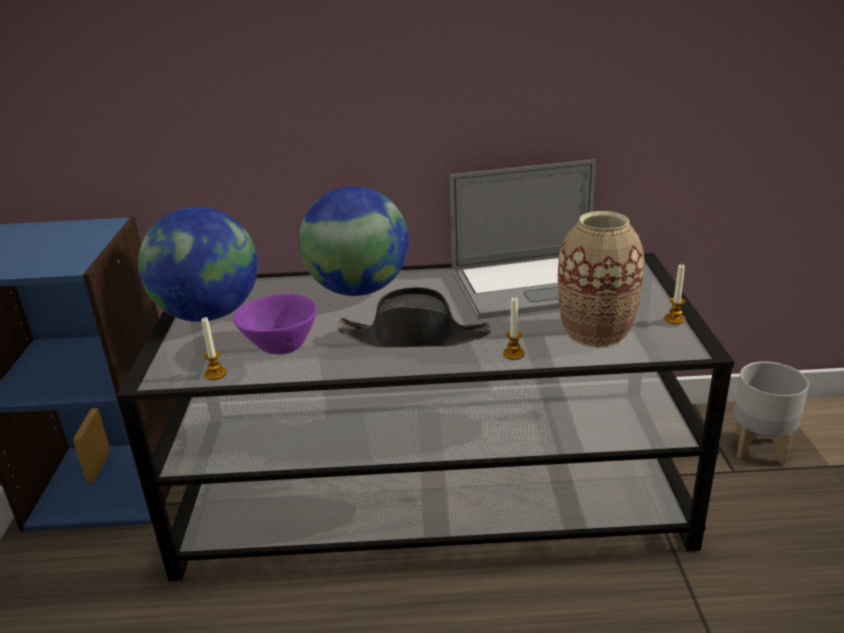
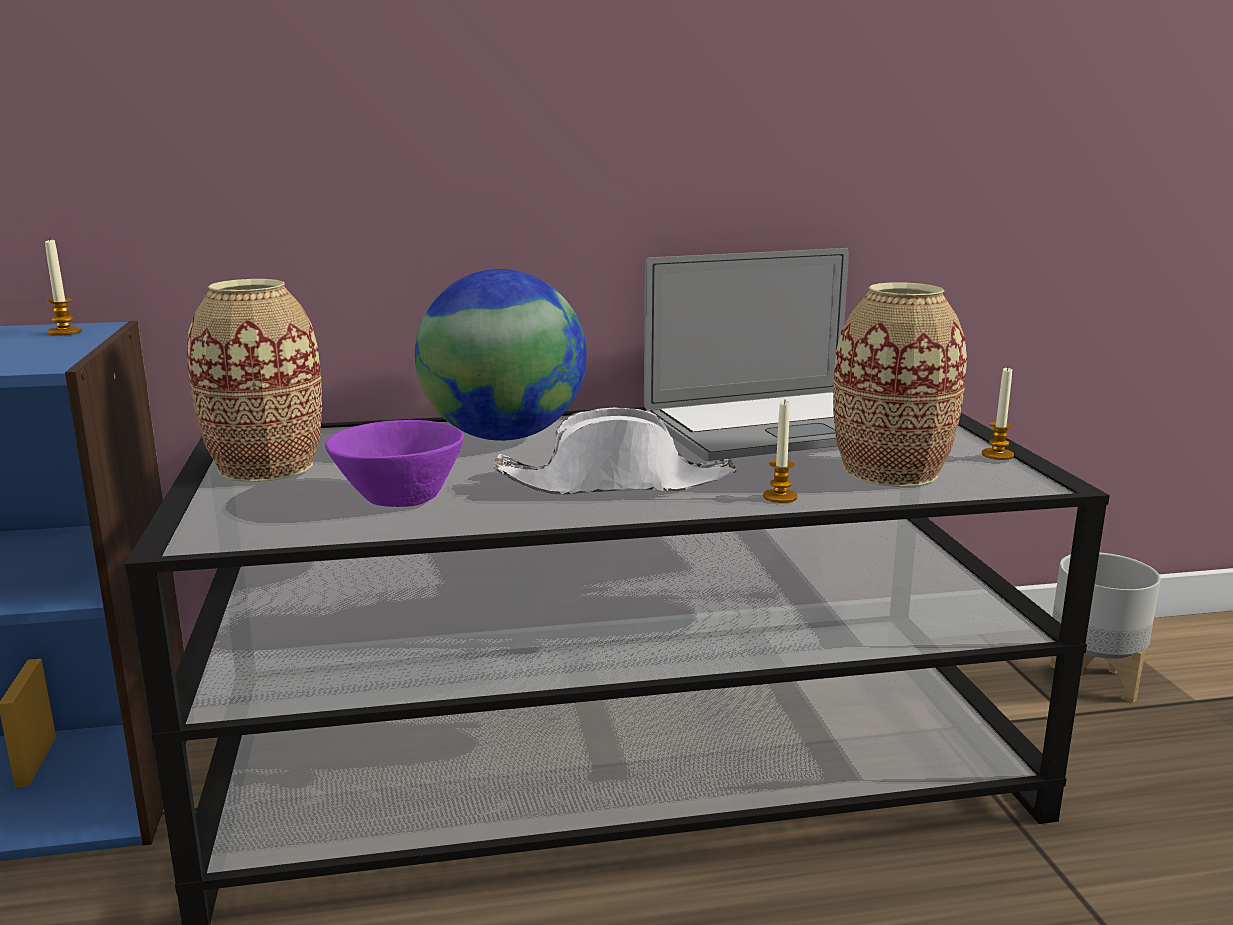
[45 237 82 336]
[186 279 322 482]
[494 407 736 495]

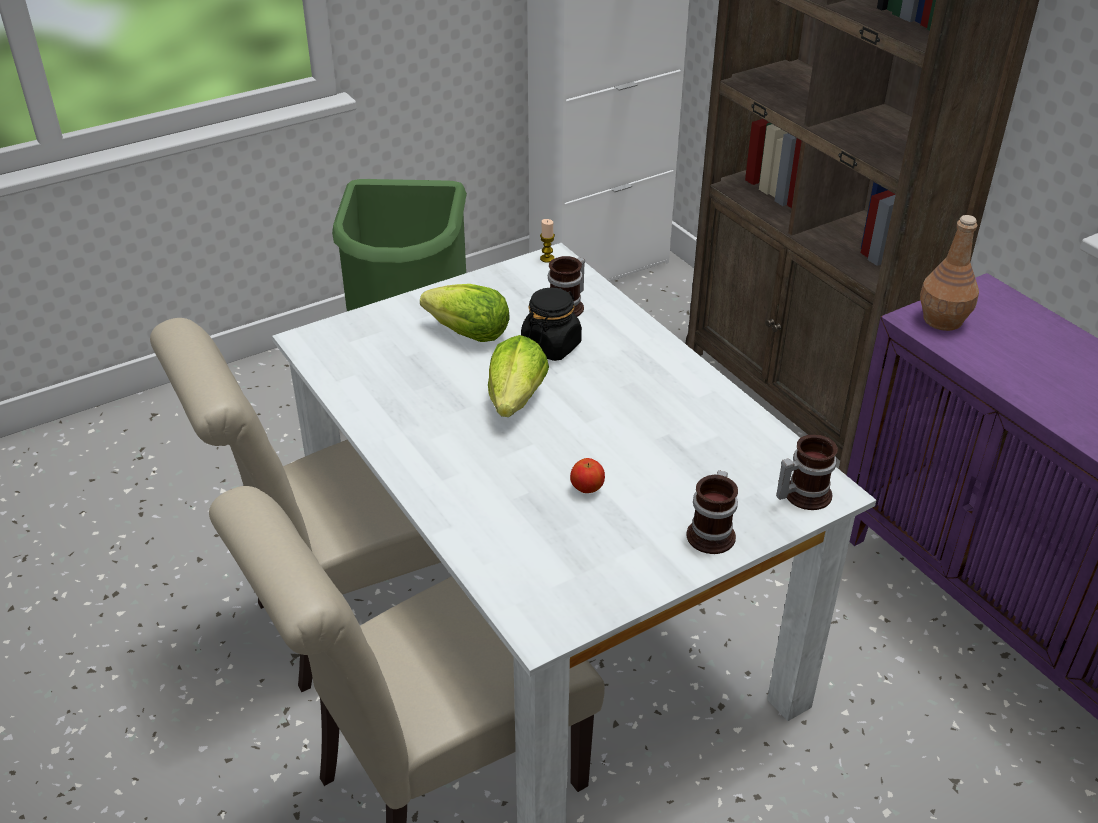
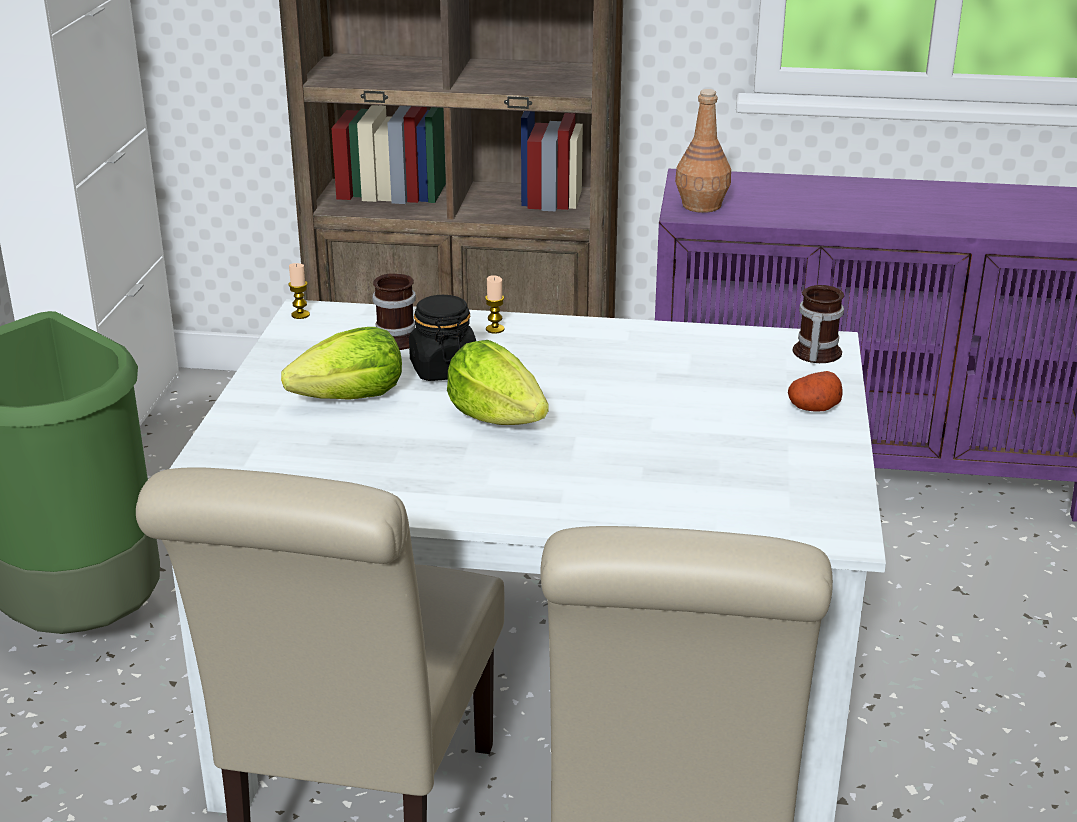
[570 458 605 493] (first image)
[485 275 505 334]
[788 371 843 411]

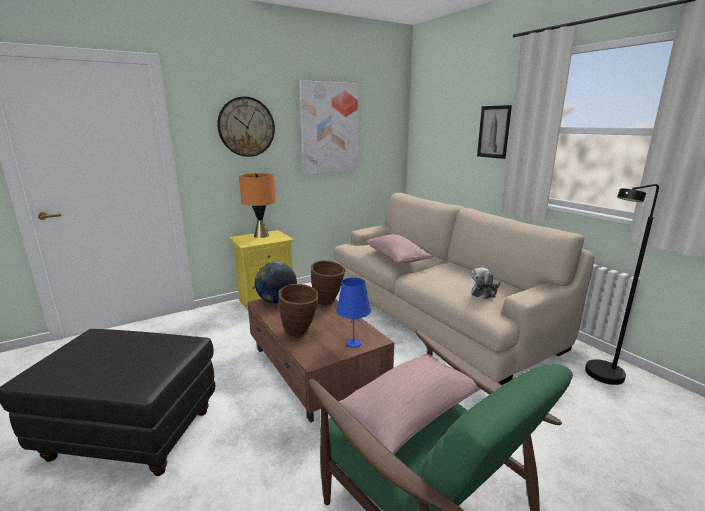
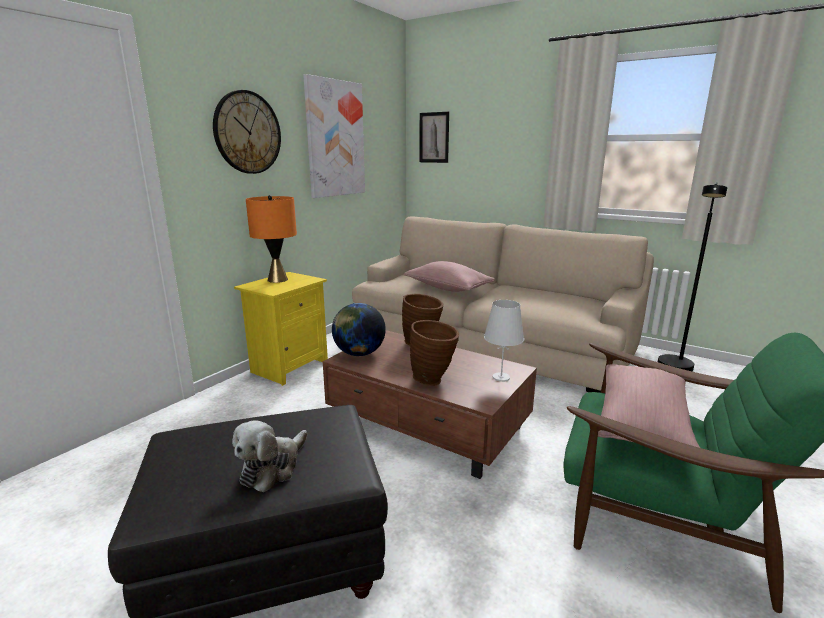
[232 420 307 492]
[419 112 449 163]
[484 300 524 382]

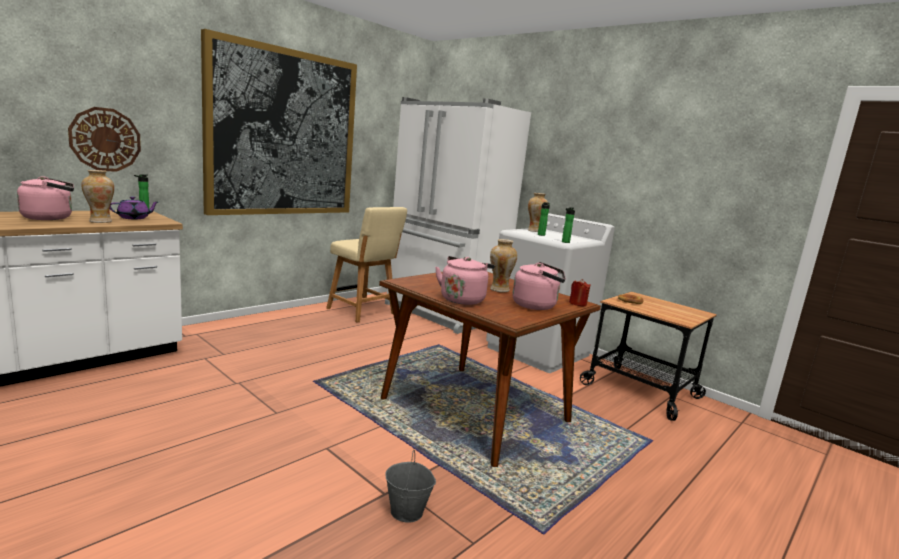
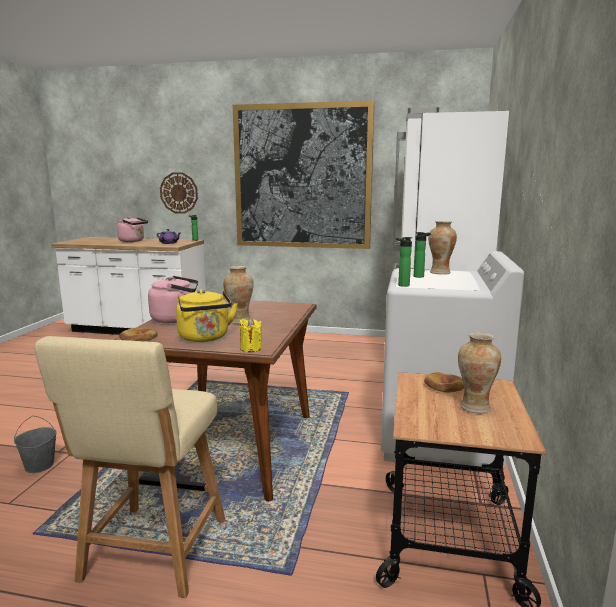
[119 327 158 341]
[458 332 501 413]
[35 336 225 598]
[176 289 238 342]
[239 318 262 352]

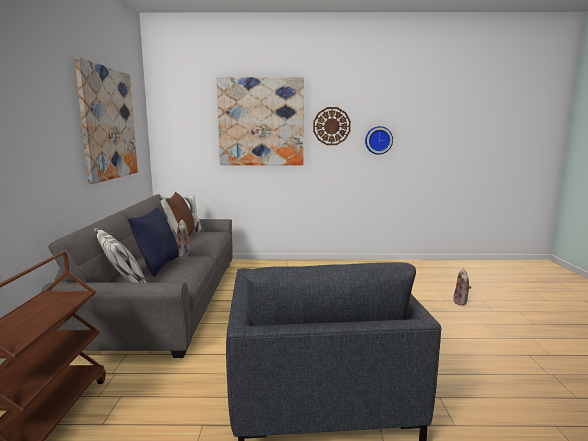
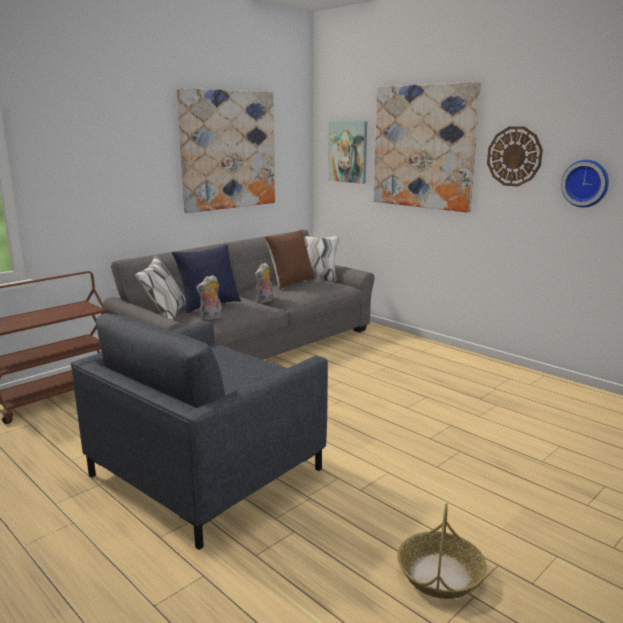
[328 121 367 184]
[397 503 487 599]
[196 275 222 320]

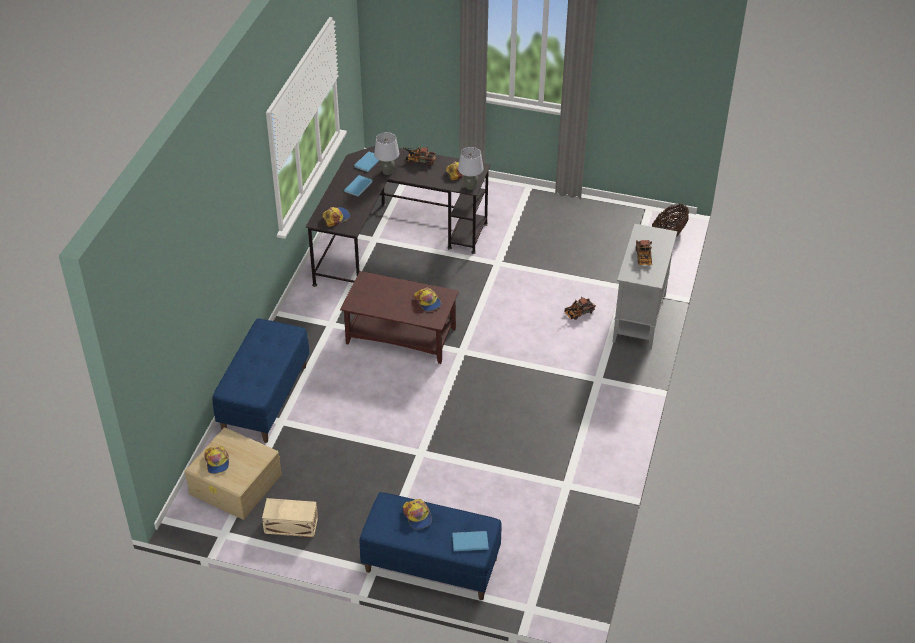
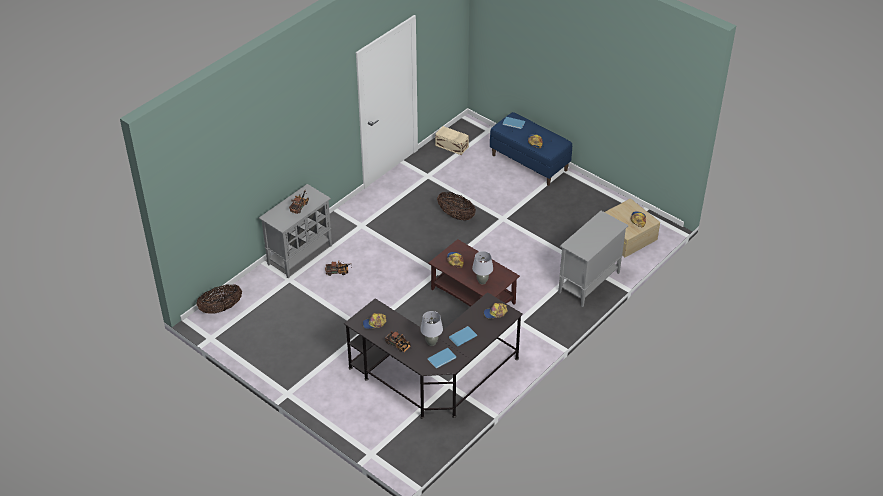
[437 192 476 221]
[435 126 469 155]
[472 251 493 285]
[558 211 629 307]

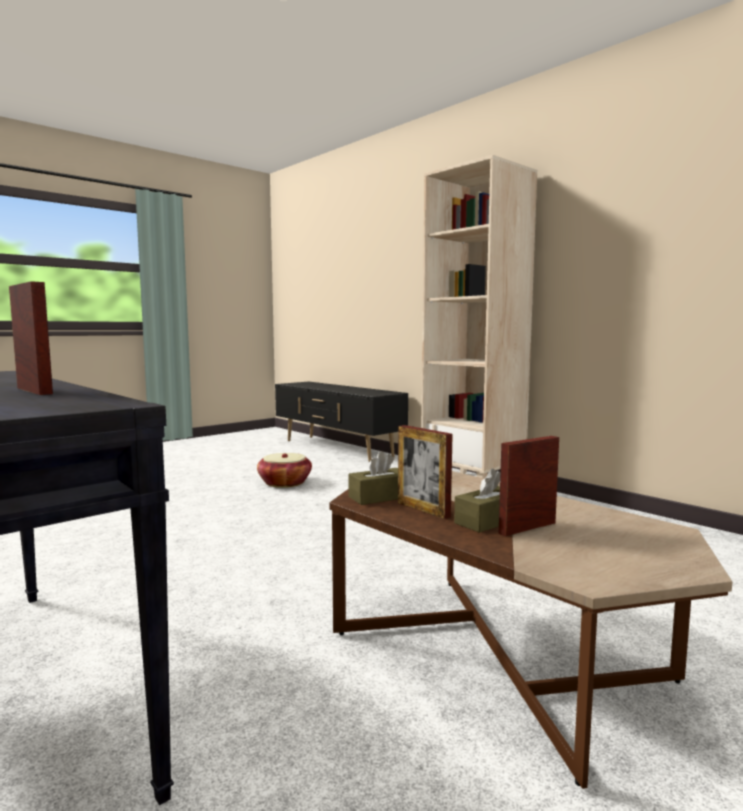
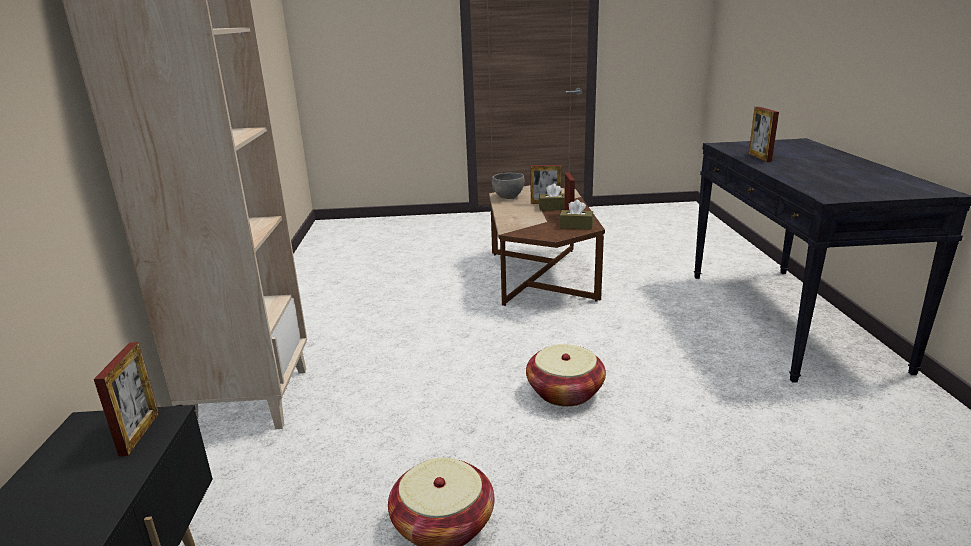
[94 342 159 456]
[492 173 524 199]
[526 344 606 407]

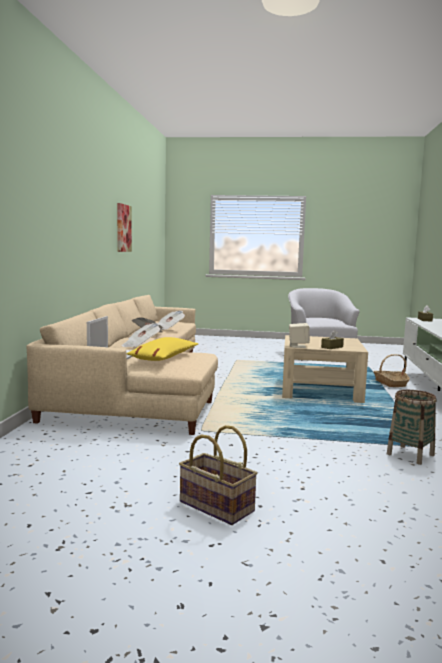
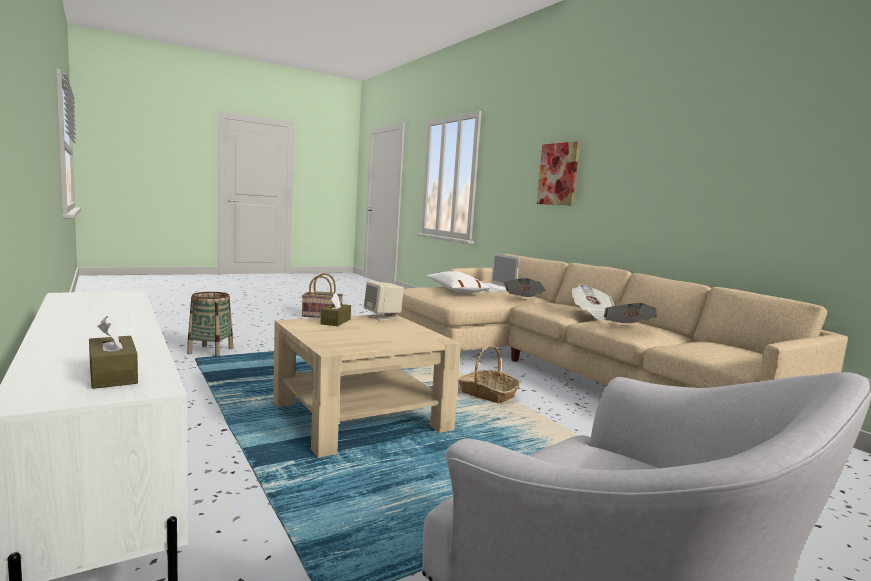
[537 141 580 206]
[458 345 520 403]
[426 271 490 293]

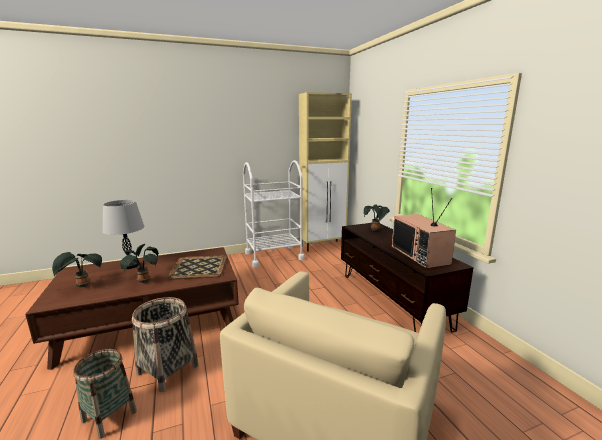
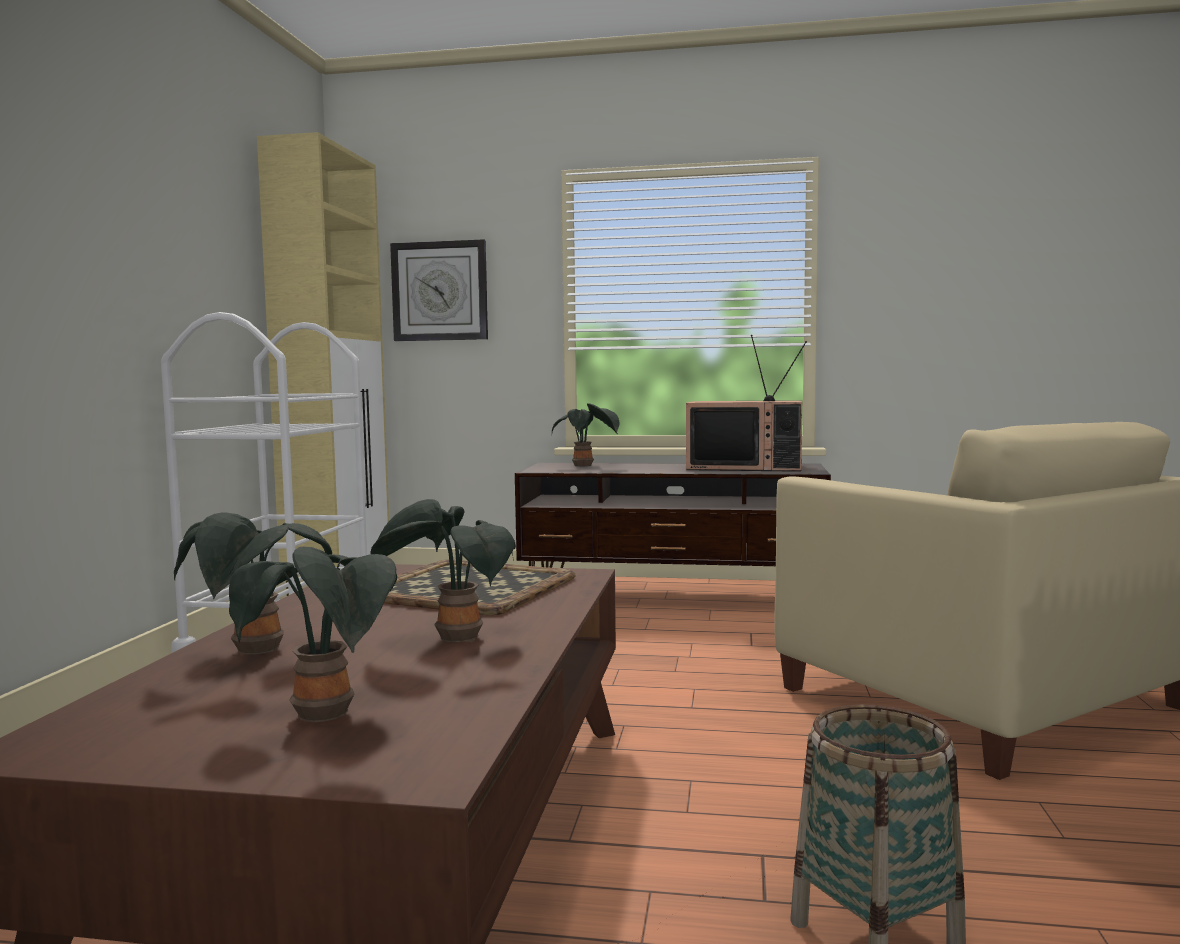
[132 297 199 392] (first image)
[390 239 488 341]
[174 513 332 655]

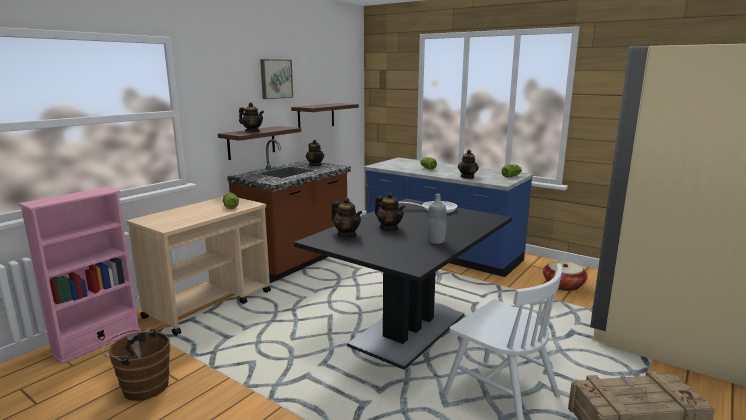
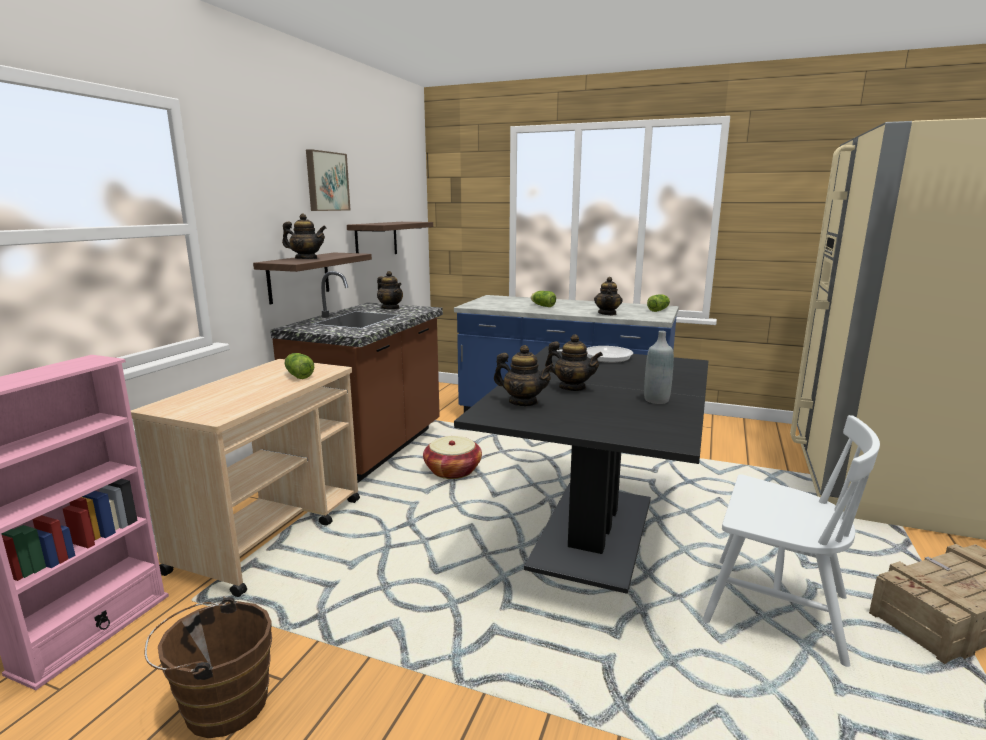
[423 436 482 479]

